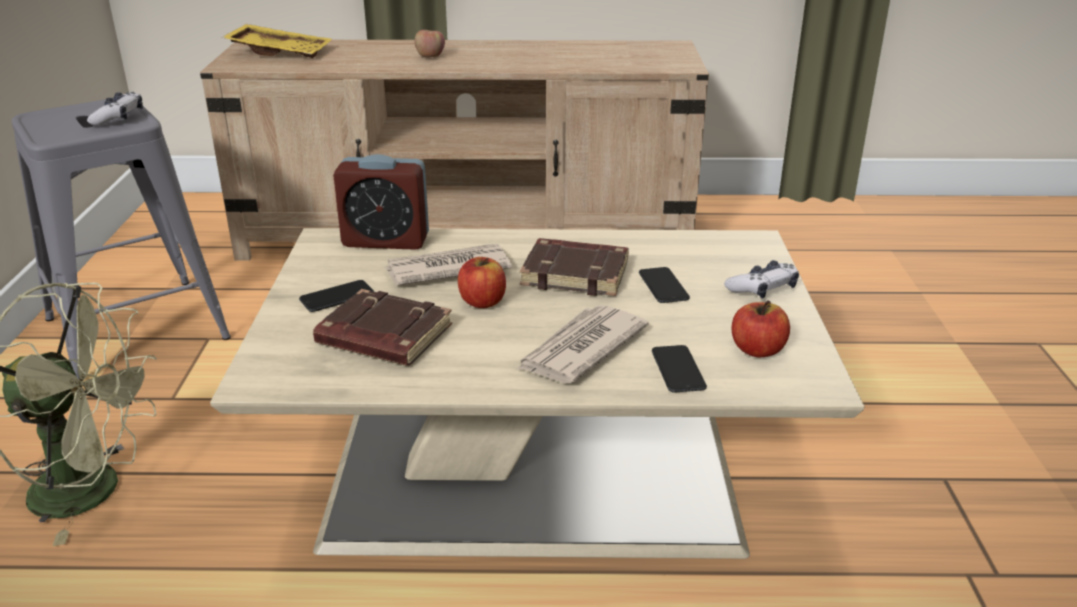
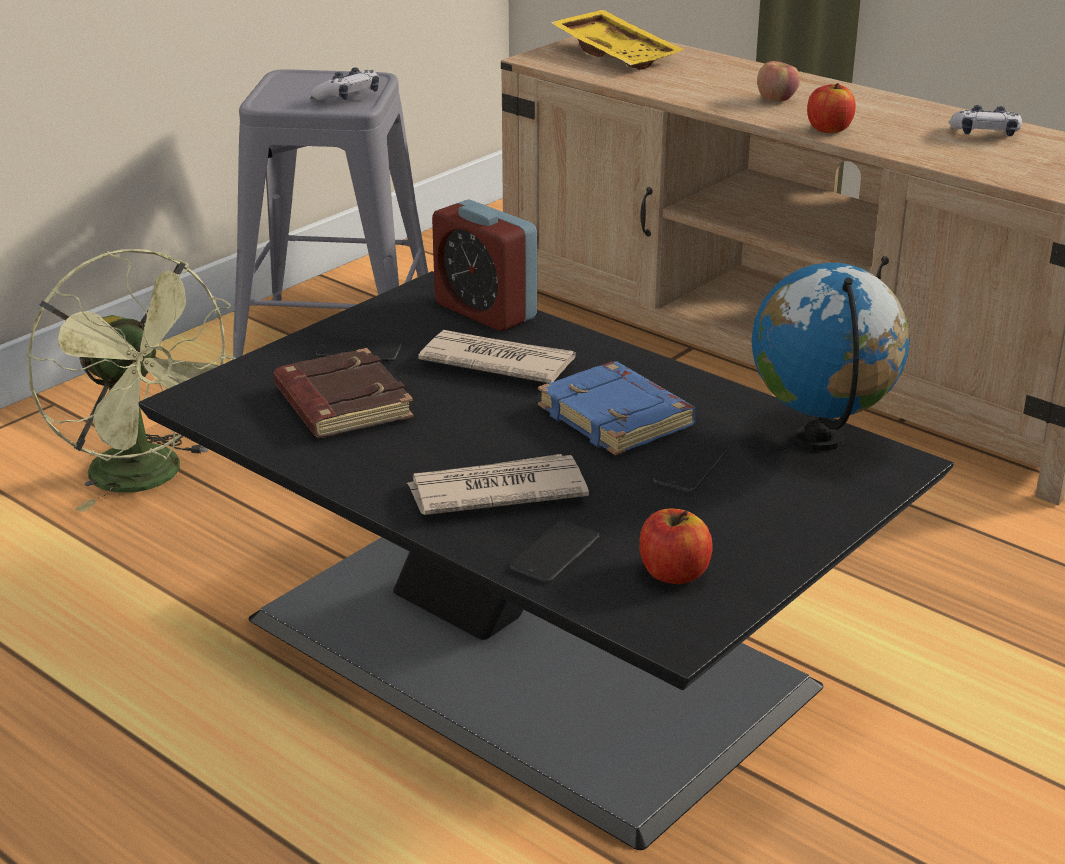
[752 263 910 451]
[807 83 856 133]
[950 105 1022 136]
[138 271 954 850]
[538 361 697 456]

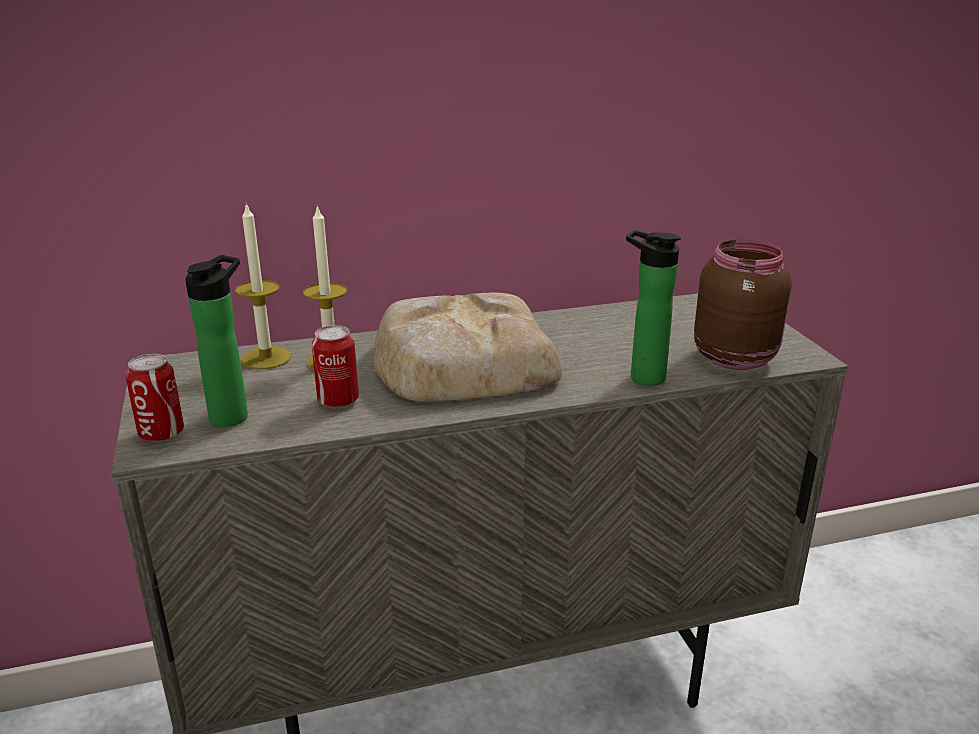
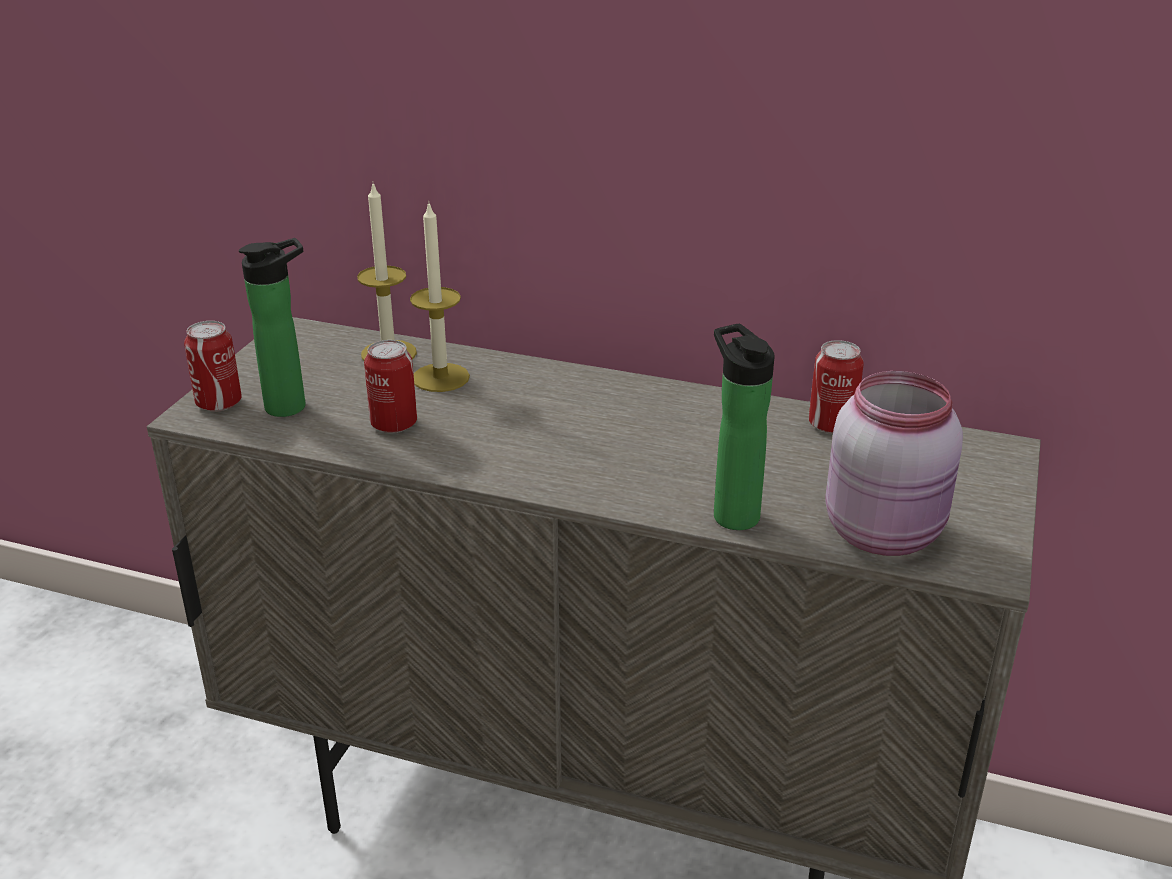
[374 293 562 402] (first image)
[809 340 864 434]
[825 371 963 556]

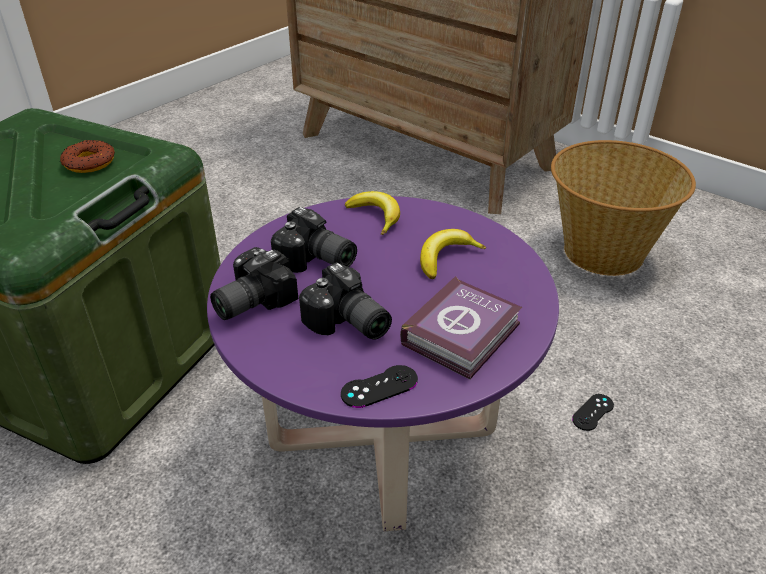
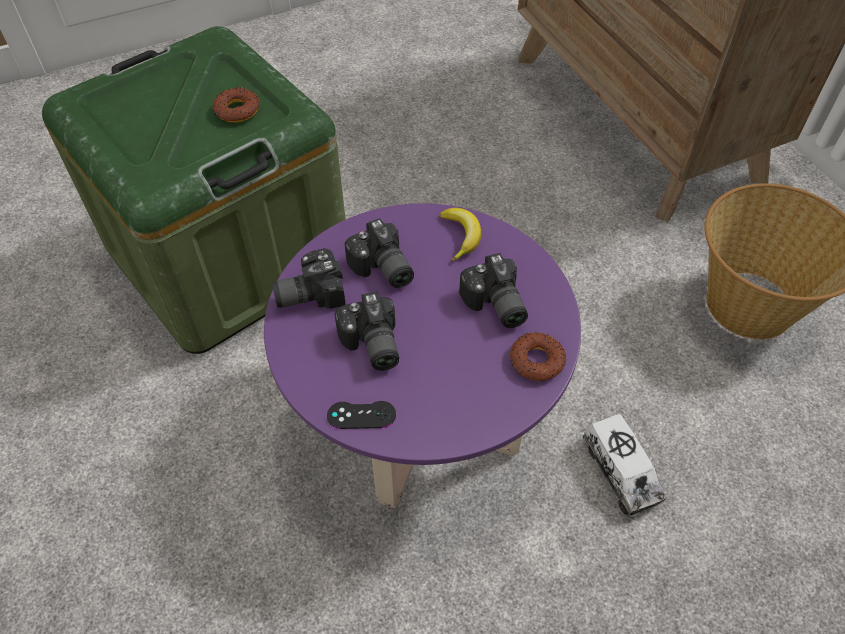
[400 276 522 379] (first image)
[510 332 566 381]
[459 253 528 328]
[583 414 666 517]

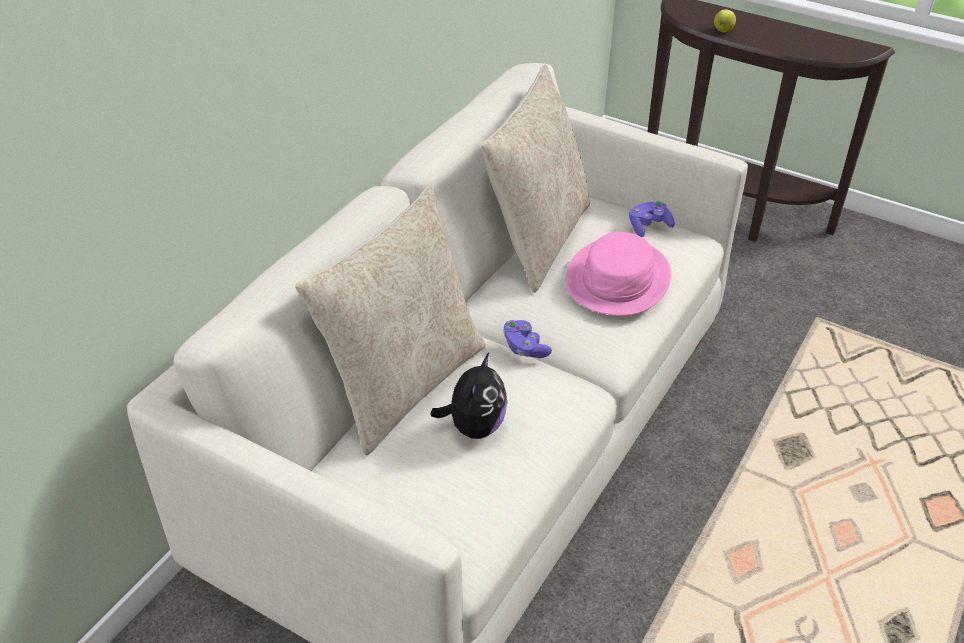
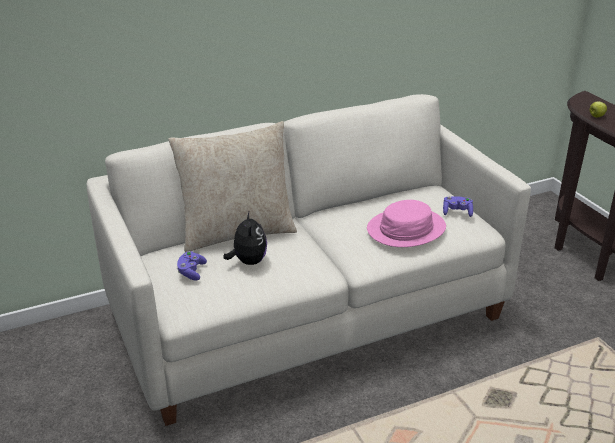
[481 64 590 293] (first image)
[177 251 207 281]
[223 212 267 265]

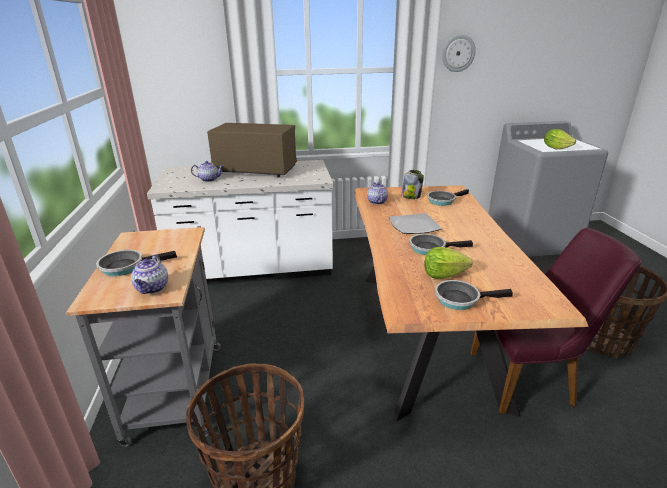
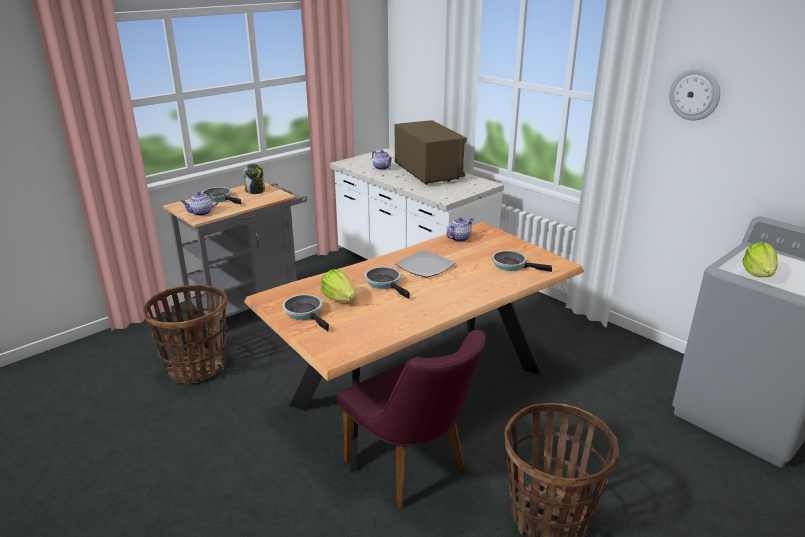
[243 164 265 194]

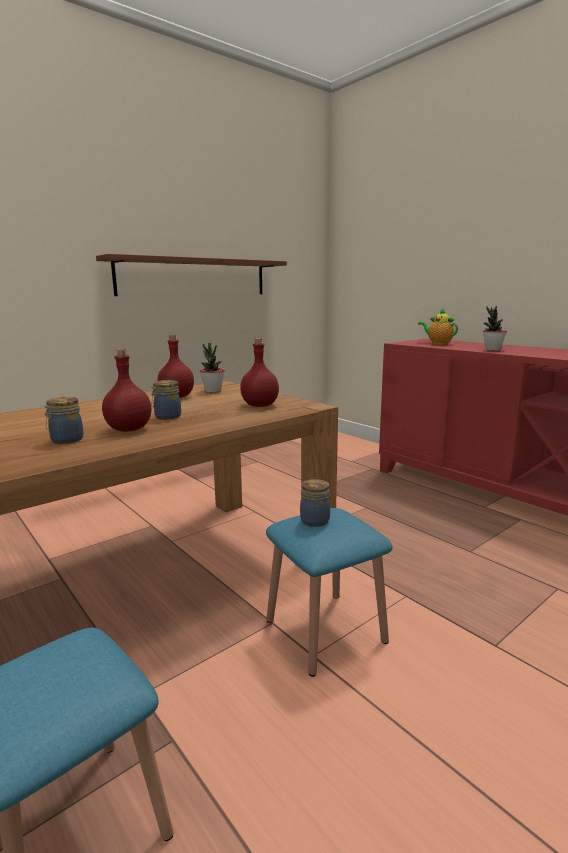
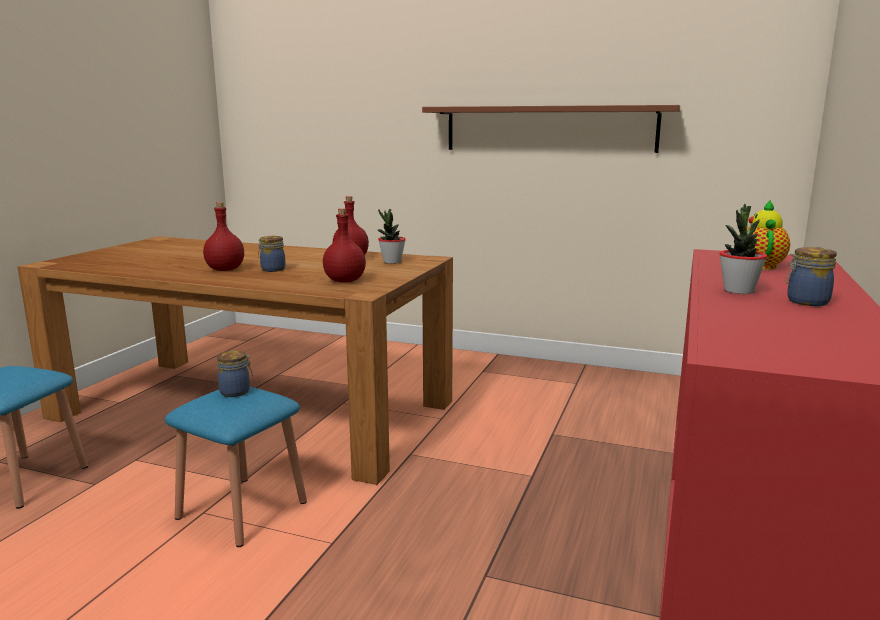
[785 247 837 306]

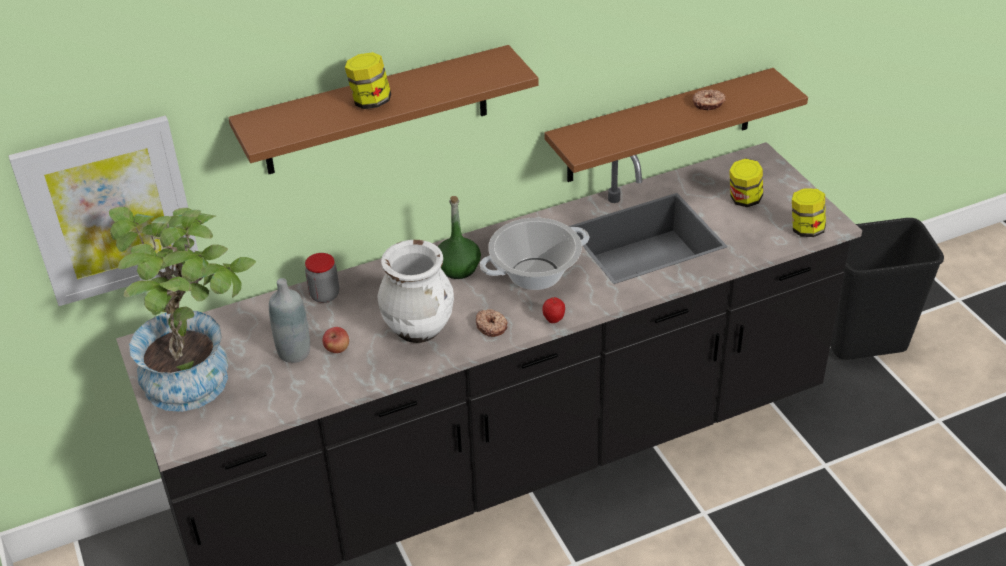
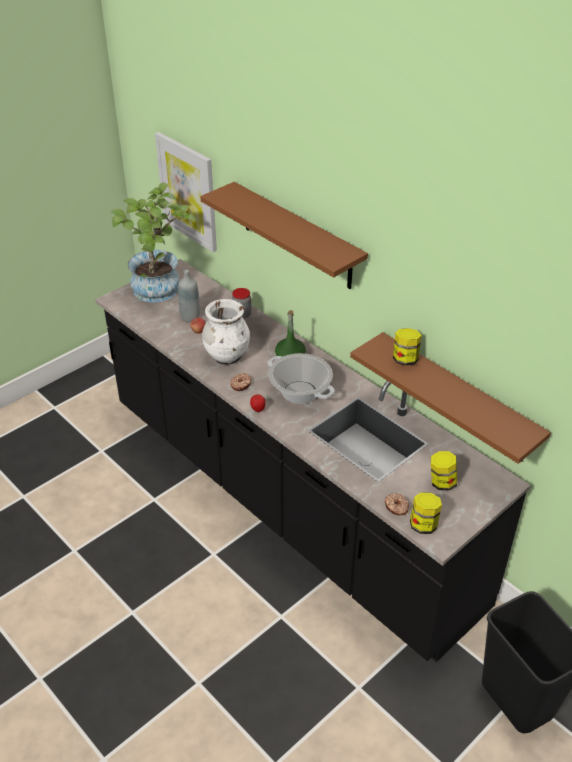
[393 328 421 366]
[385 493 409 516]

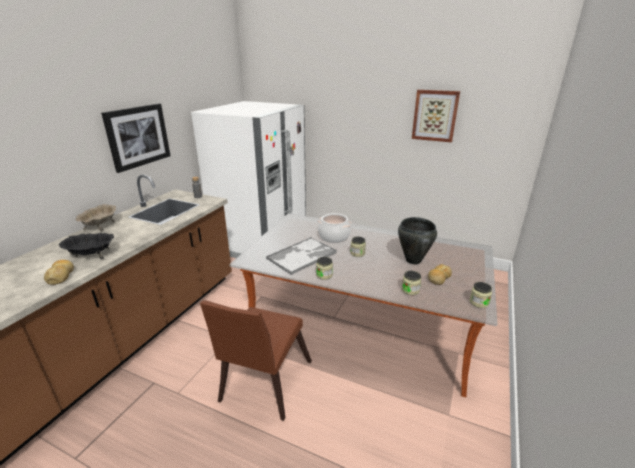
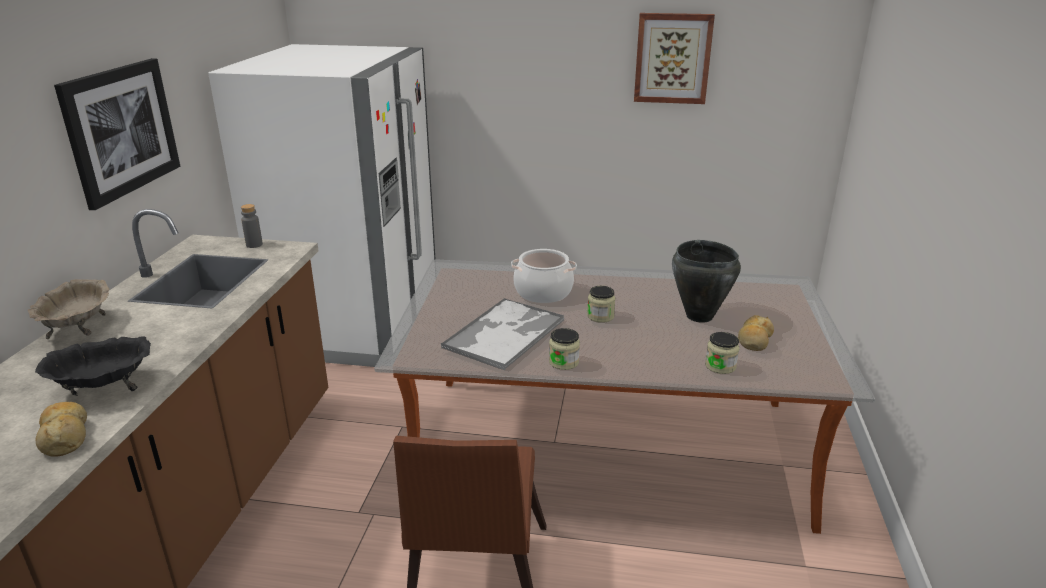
[469 282 492 308] (first image)

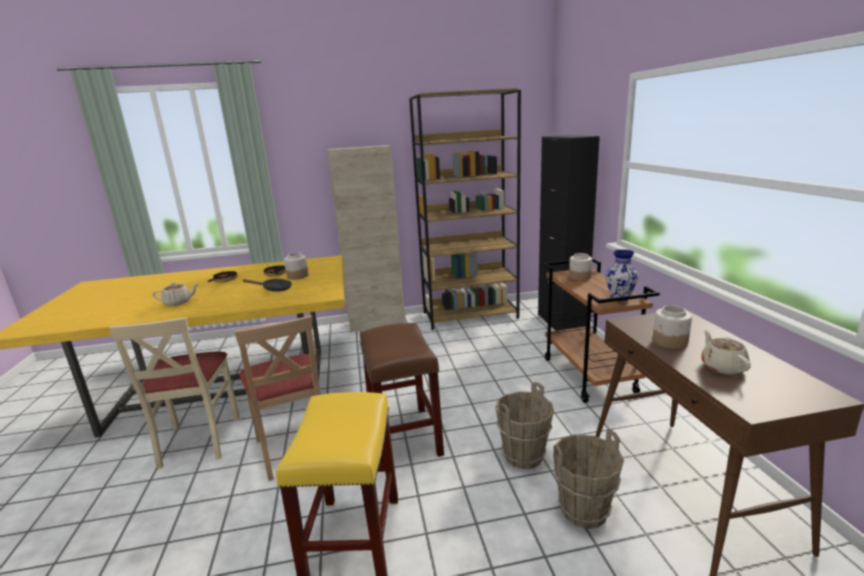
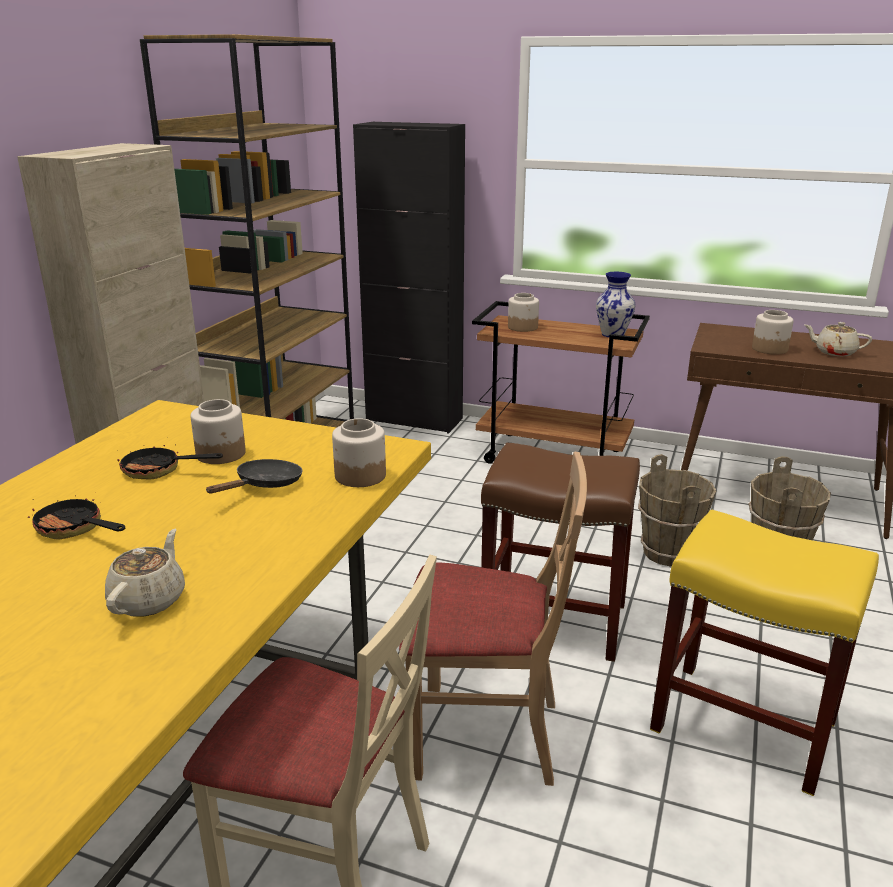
[332 418 386 487]

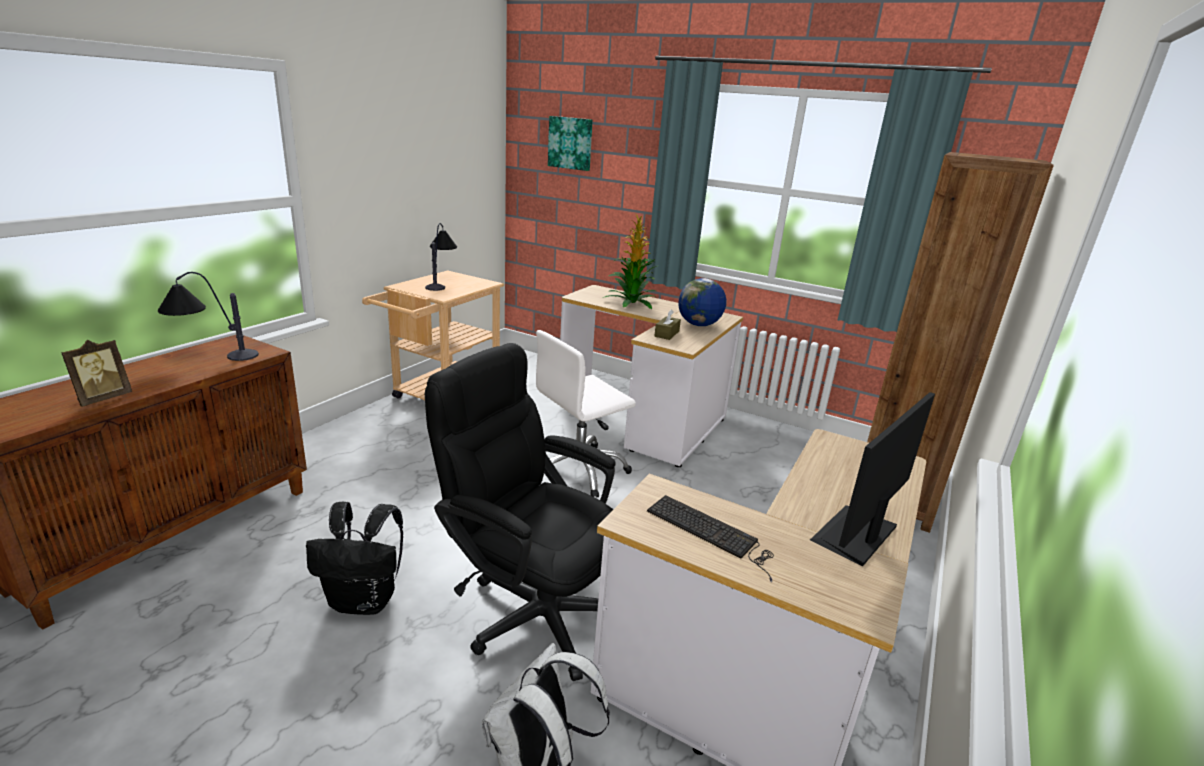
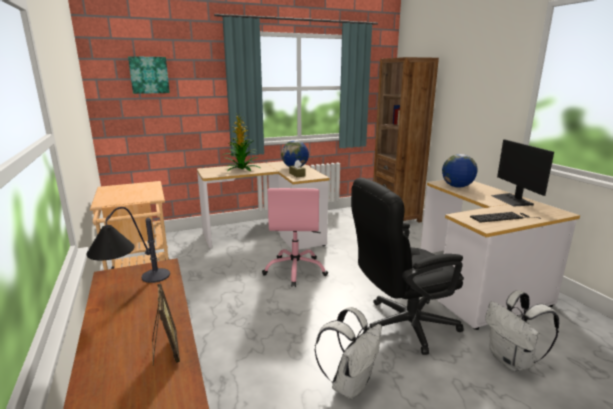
[425 223 457 291] (first image)
[442 154 477 188]
[315 307 382 399]
[262 188 328 287]

